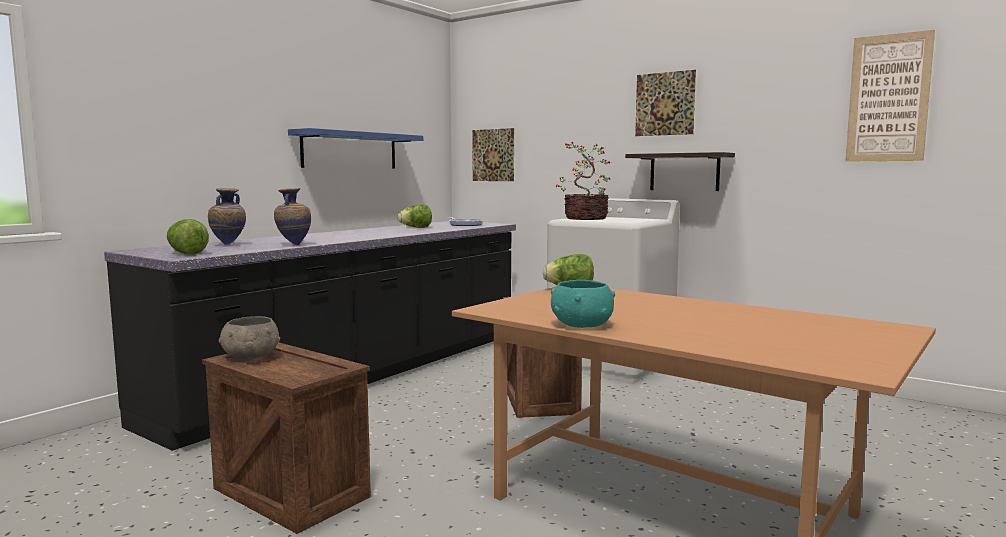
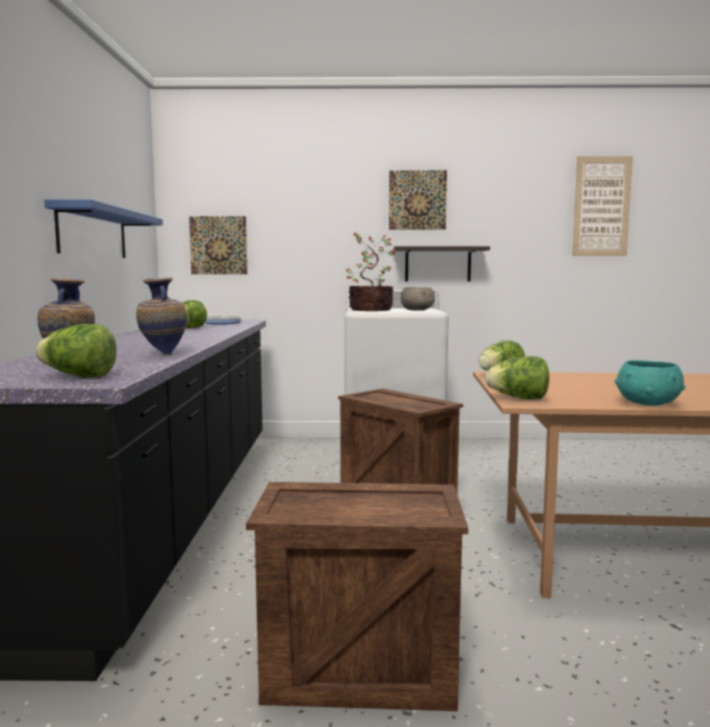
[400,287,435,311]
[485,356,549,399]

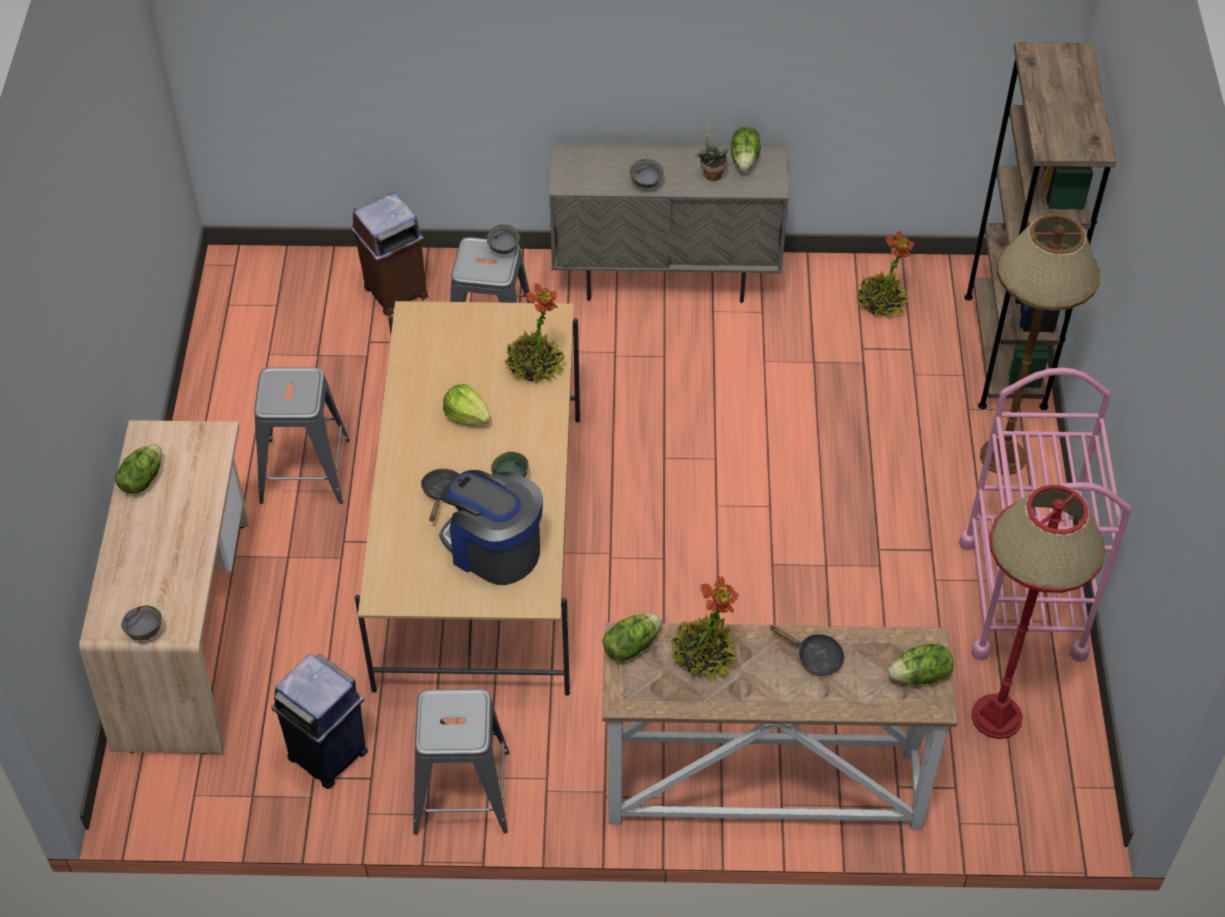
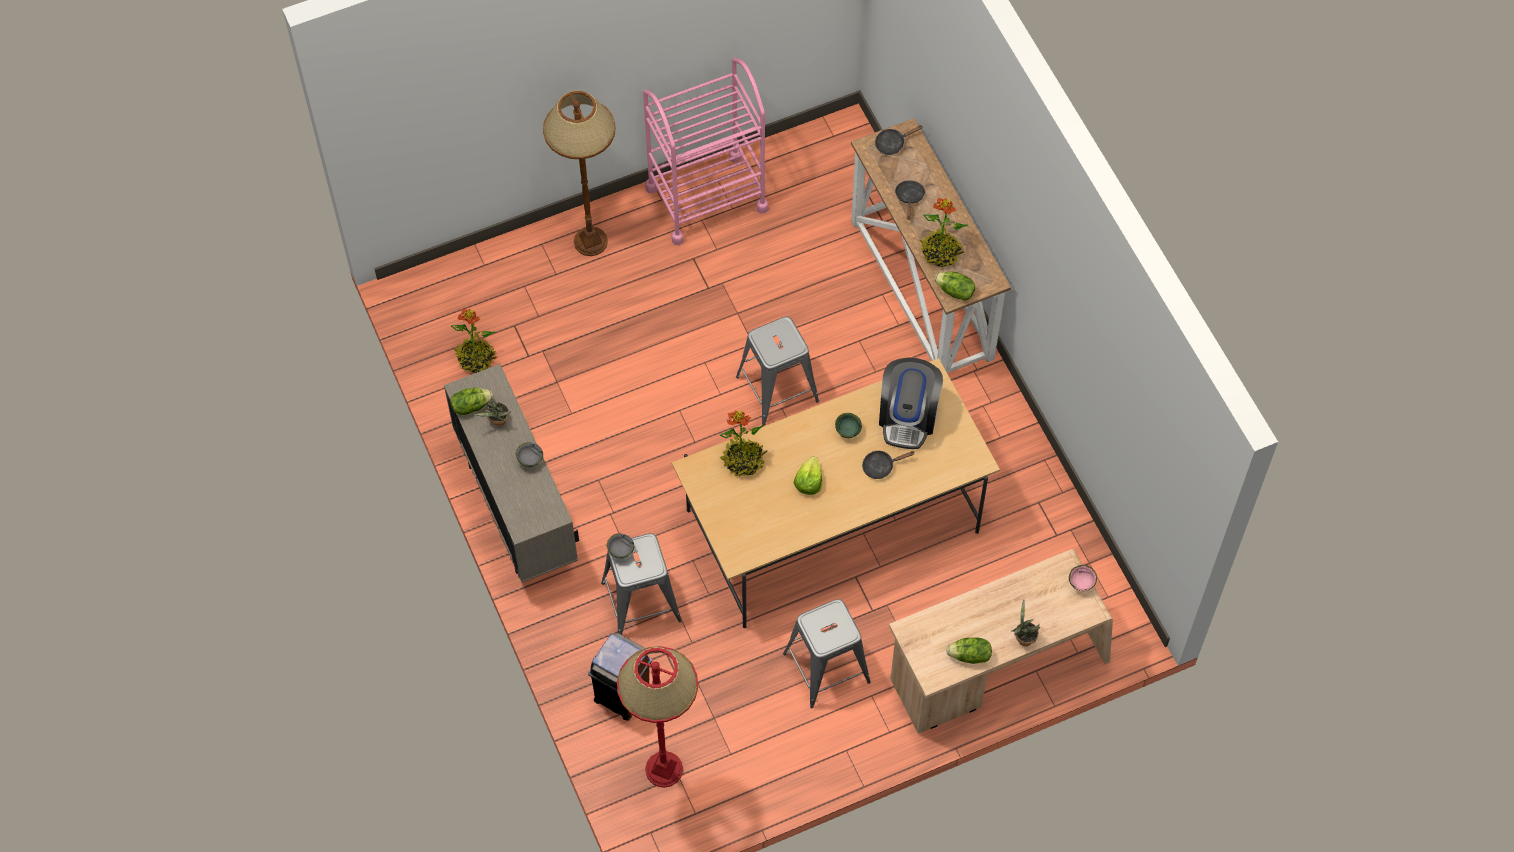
[1069,565,1097,591]
[271,654,368,789] (first image)
[736,316,819,425]
[875,125,923,155]
[964,42,1117,410] (first image)
[617,646,698,788]
[1011,599,1040,646]

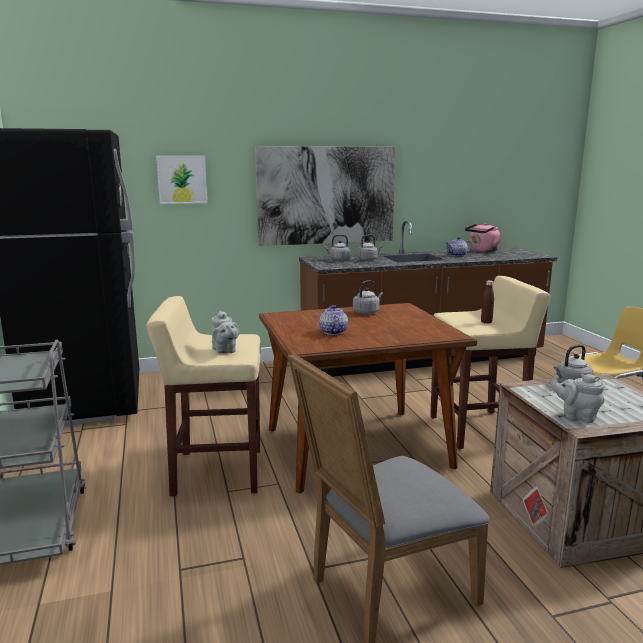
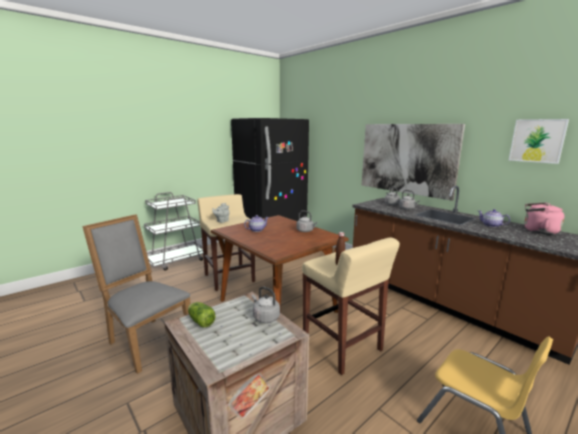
[509,119,569,164]
[188,302,216,327]

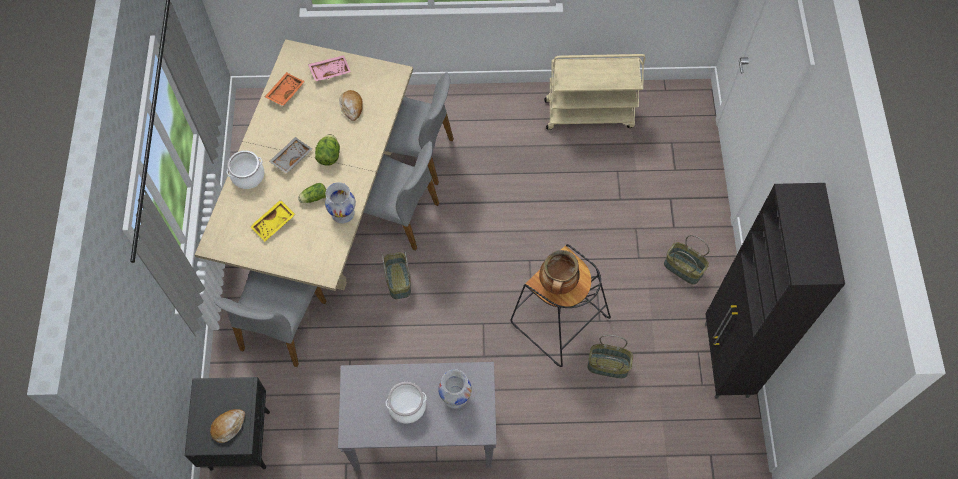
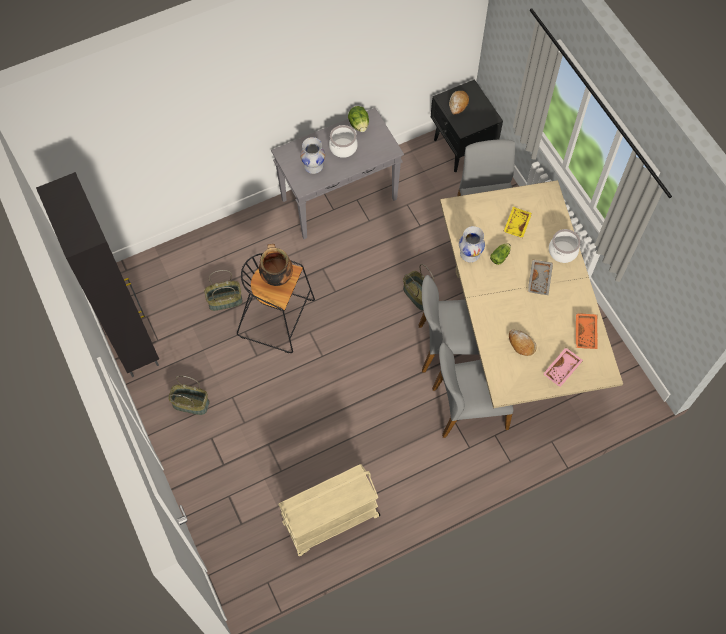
[348,106,369,132]

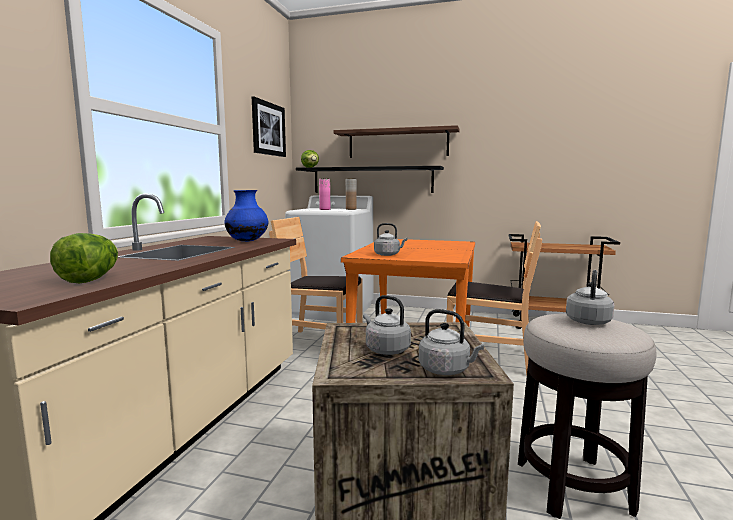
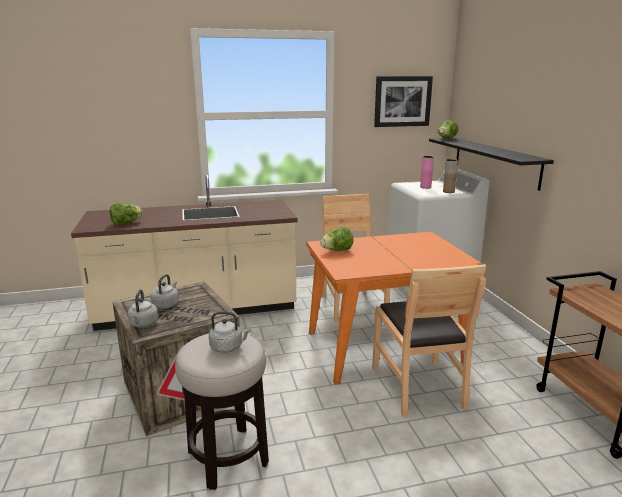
[224,190,268,242] (first image)
[334,125,460,158] (first image)
[320,227,353,251]

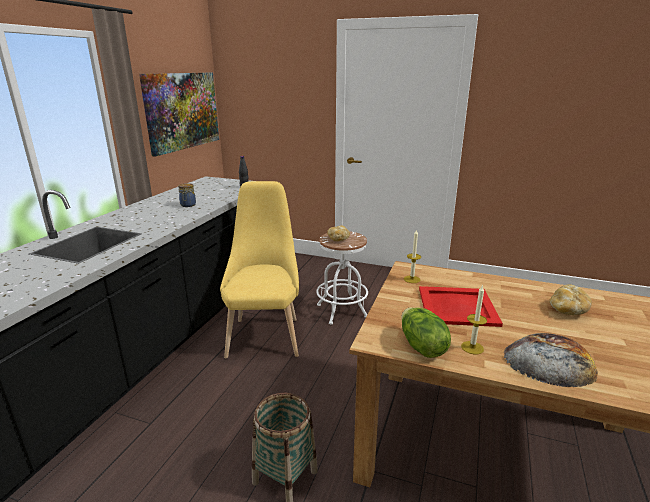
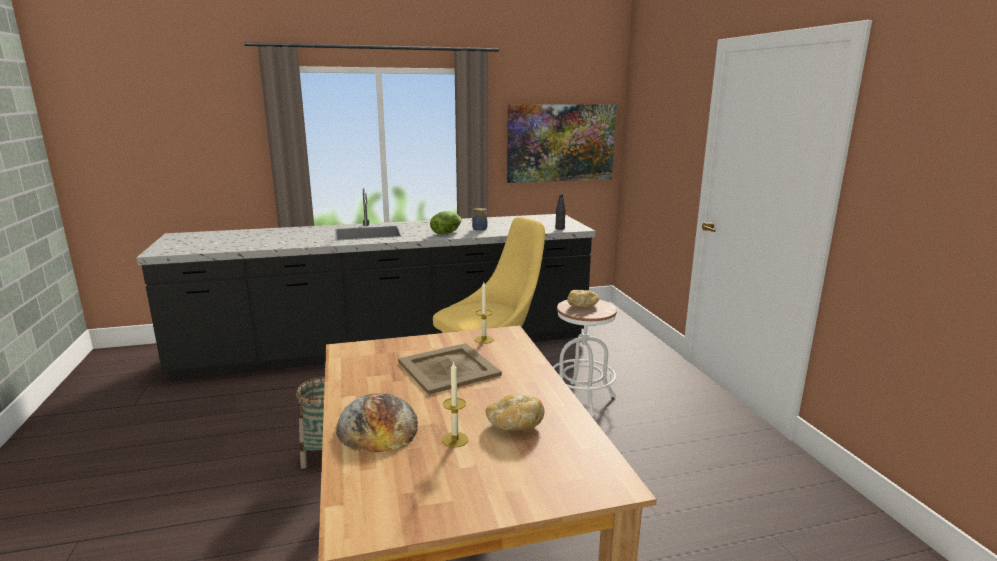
[430,211,461,234]
[398,343,502,395]
[442,361,469,448]

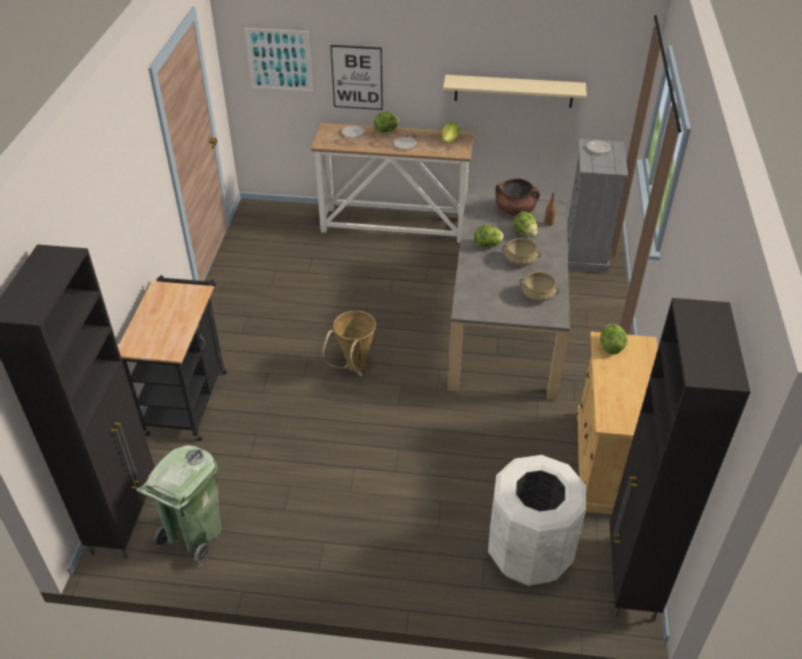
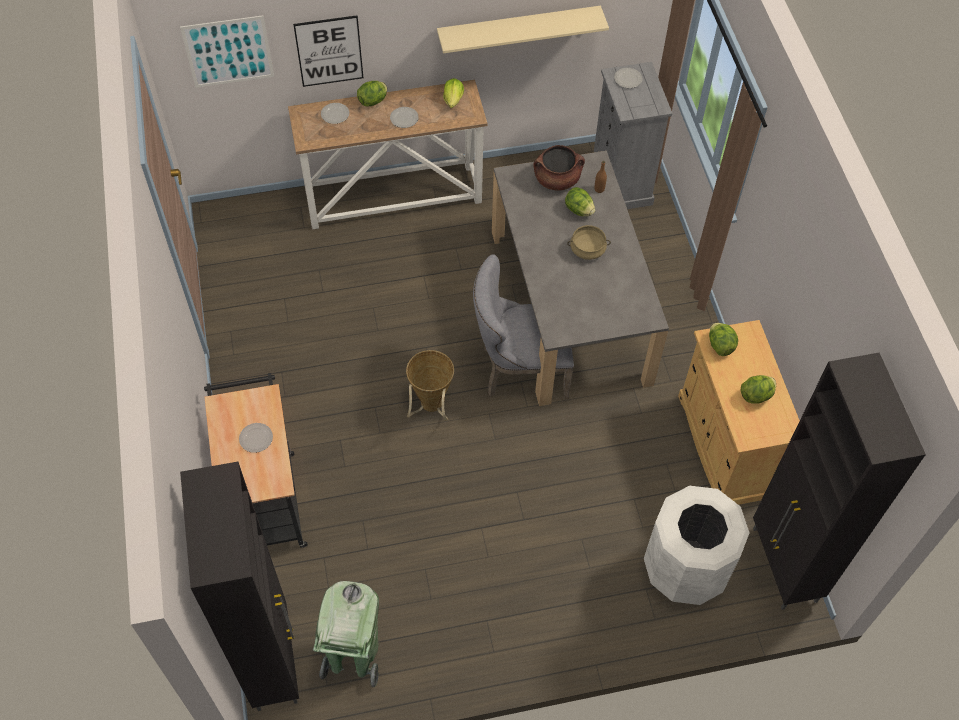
[741,375,776,404]
[519,272,559,301] (first image)
[239,423,273,453]
[473,254,574,399]

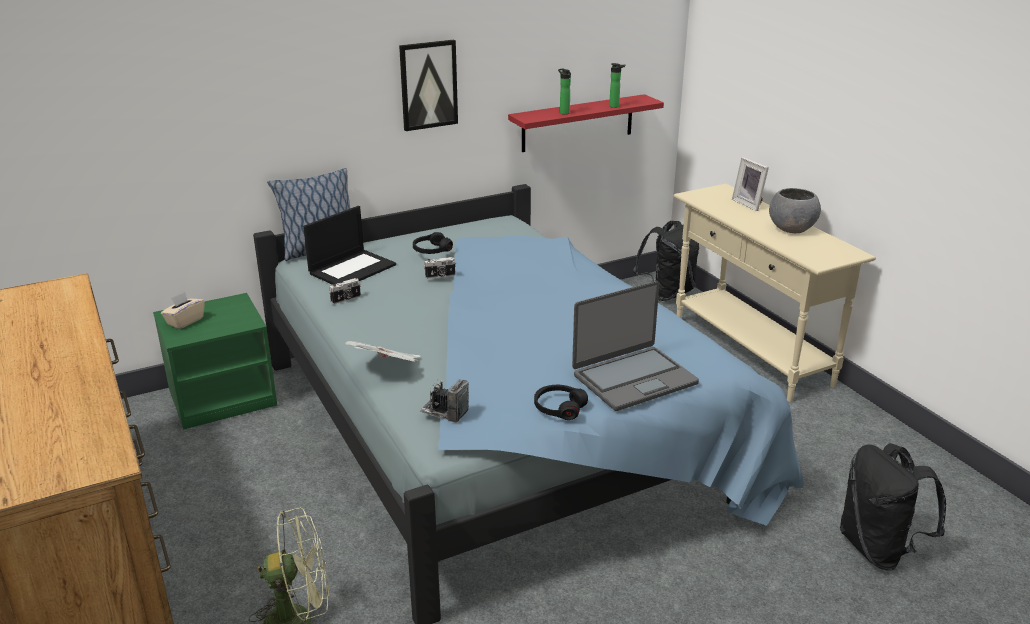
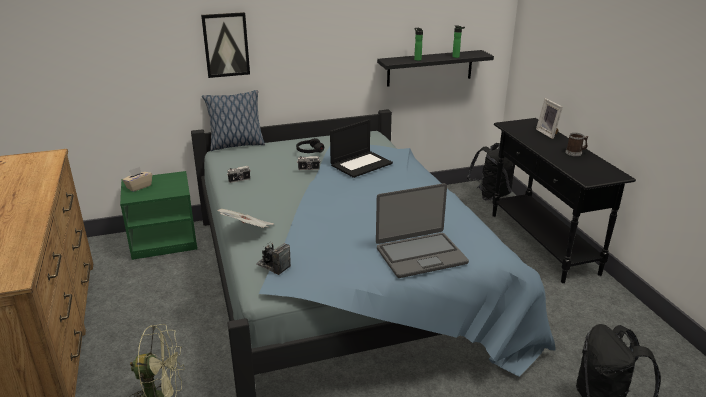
[330,119,393,178]
[201,12,250,78]
[377,50,494,87]
[534,385,588,420] (first image)
[492,118,636,283]
[565,133,588,156]

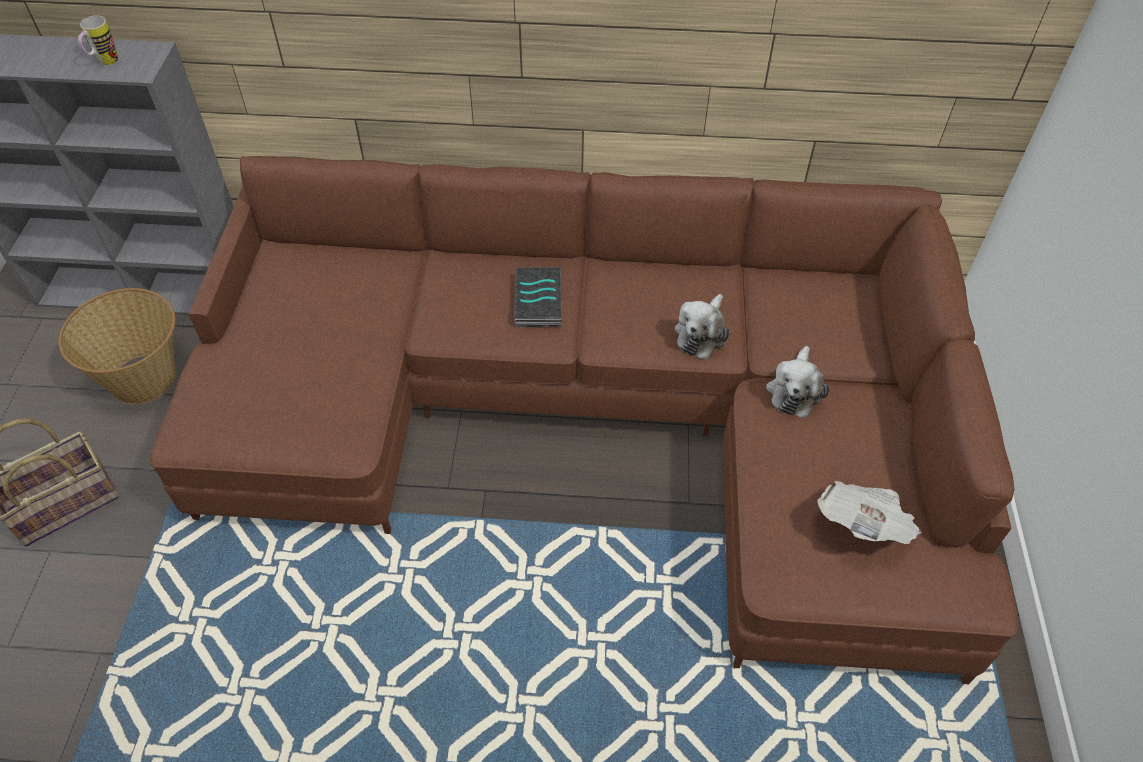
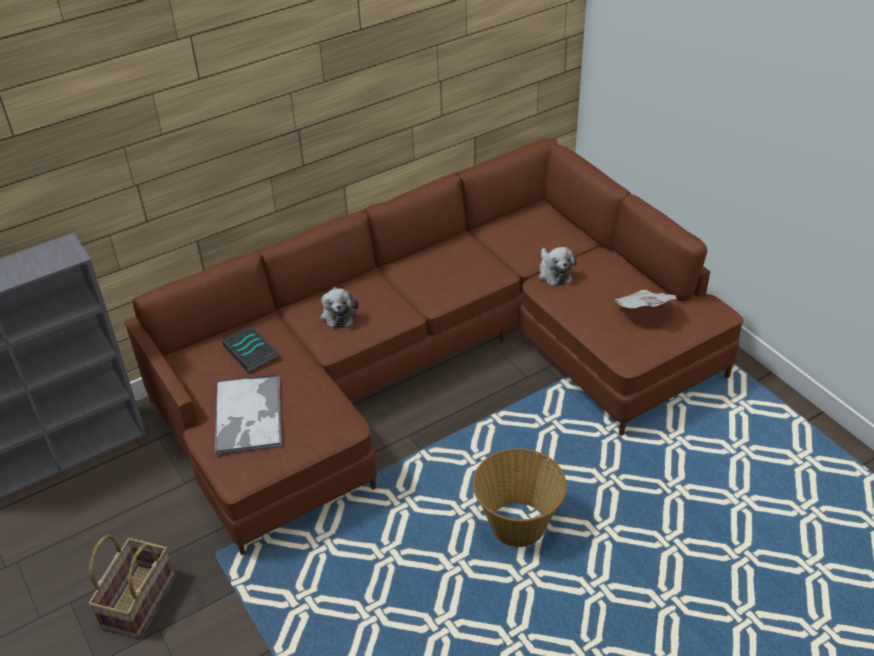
[473,448,567,547]
[78,16,118,65] (first image)
[222,325,278,373]
[320,287,359,329]
[215,374,282,454]

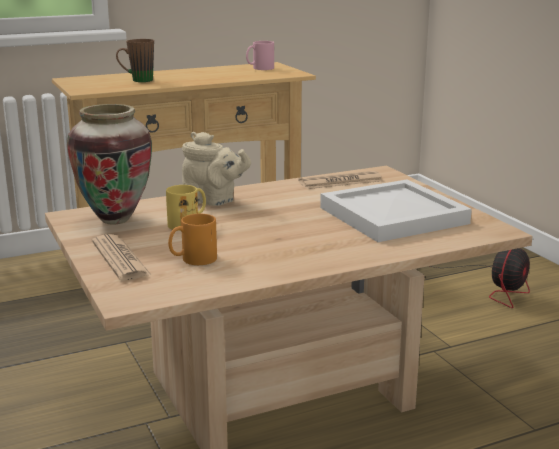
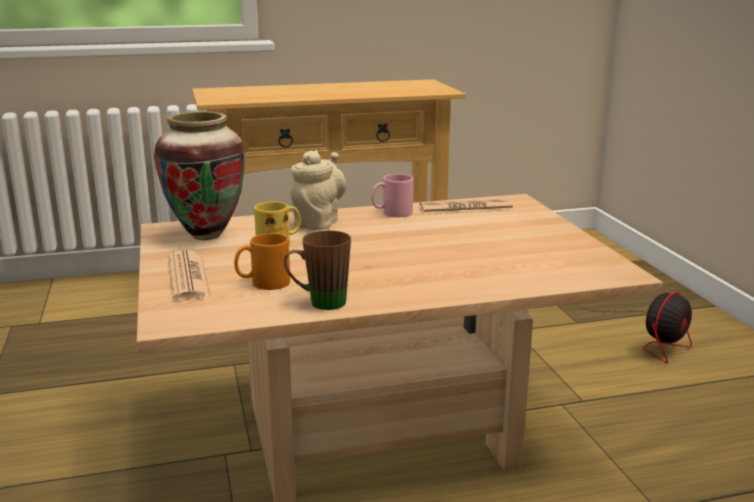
[284,230,351,310]
[290,150,346,230]
[371,174,413,217]
[320,180,472,242] (first image)

